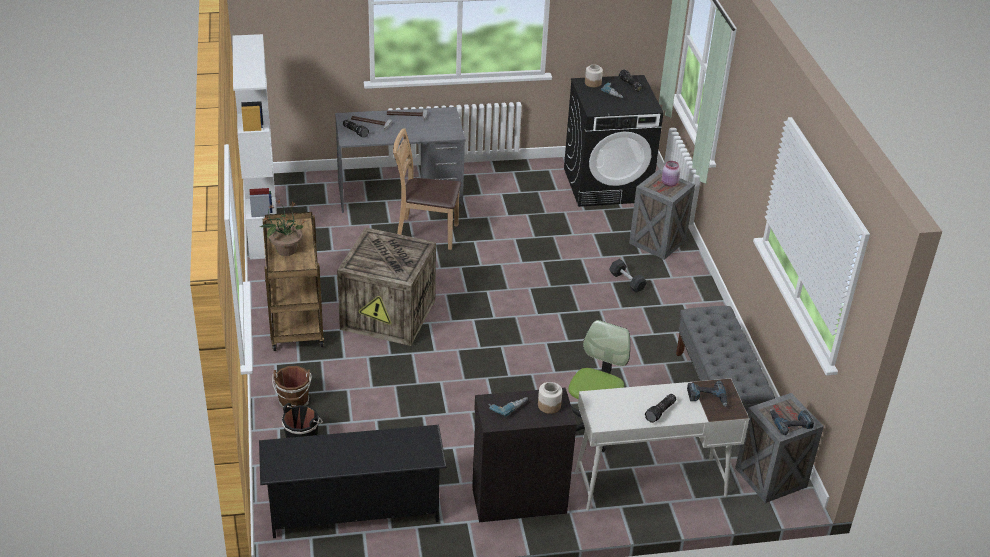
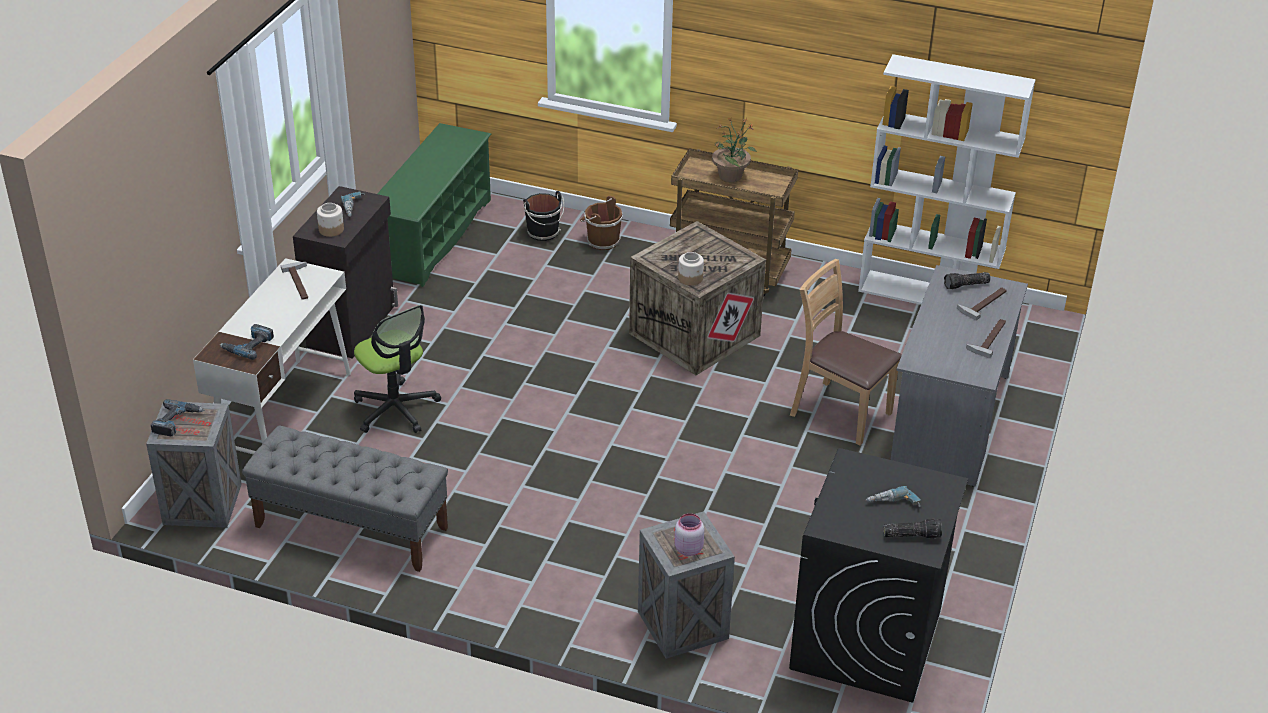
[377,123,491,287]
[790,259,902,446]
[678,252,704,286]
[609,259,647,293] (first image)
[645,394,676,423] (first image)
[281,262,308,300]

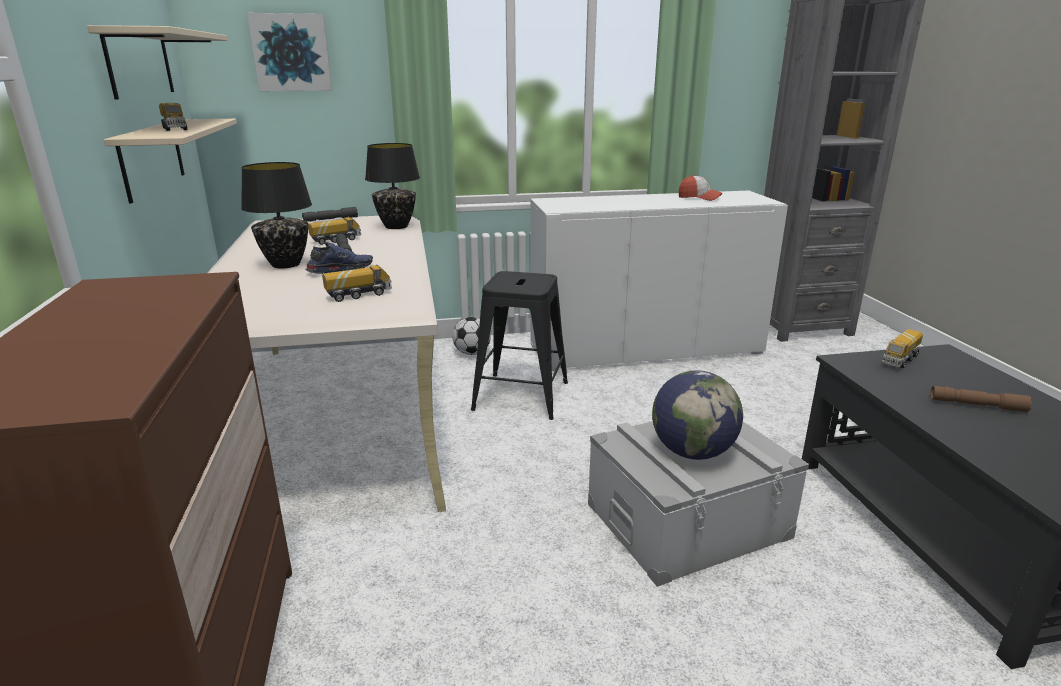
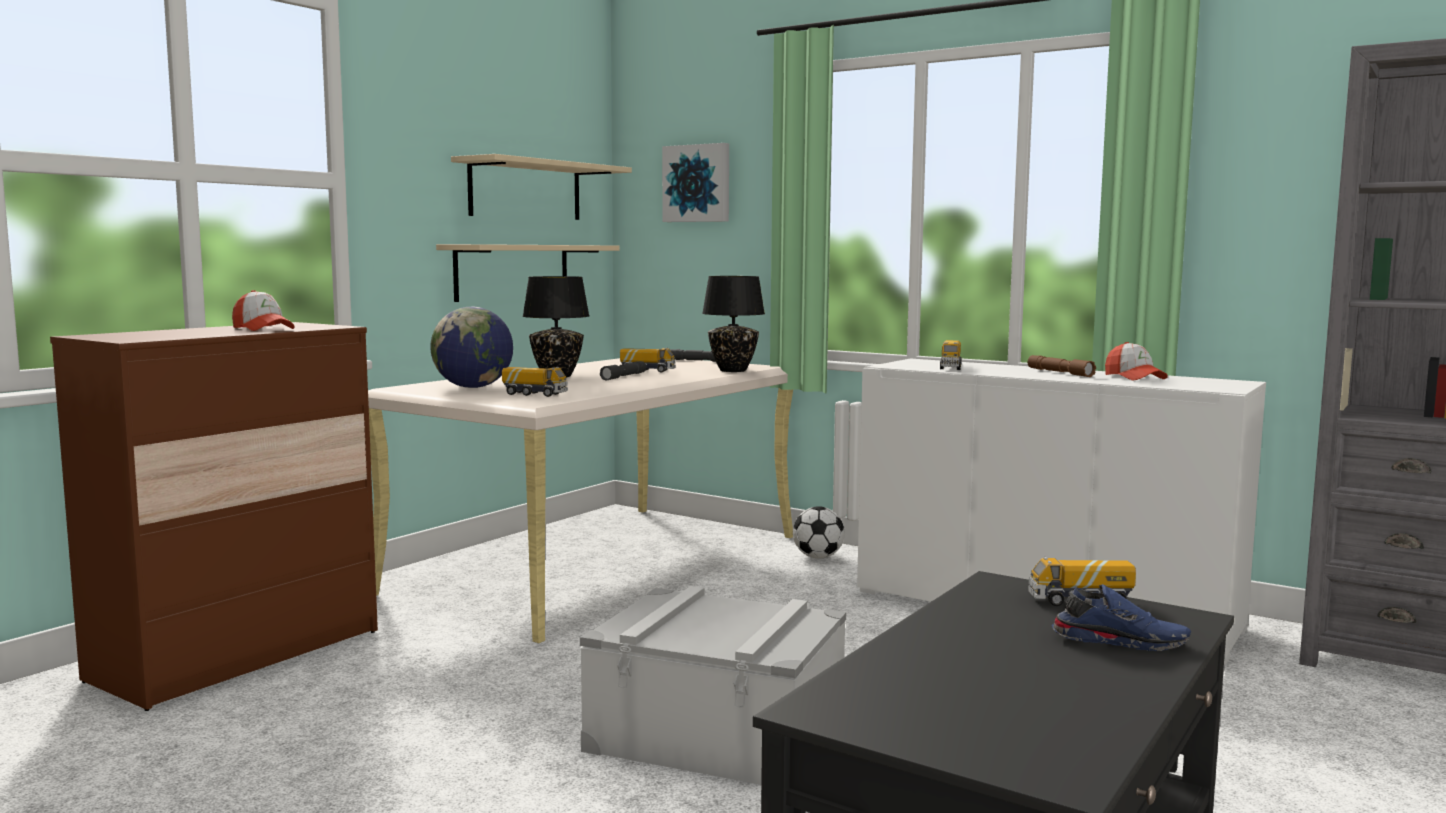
[940,340,962,370]
[1052,584,1191,651]
[471,271,568,420] (first image)
[430,307,513,388]
[1028,355,1096,377]
[232,290,295,331]

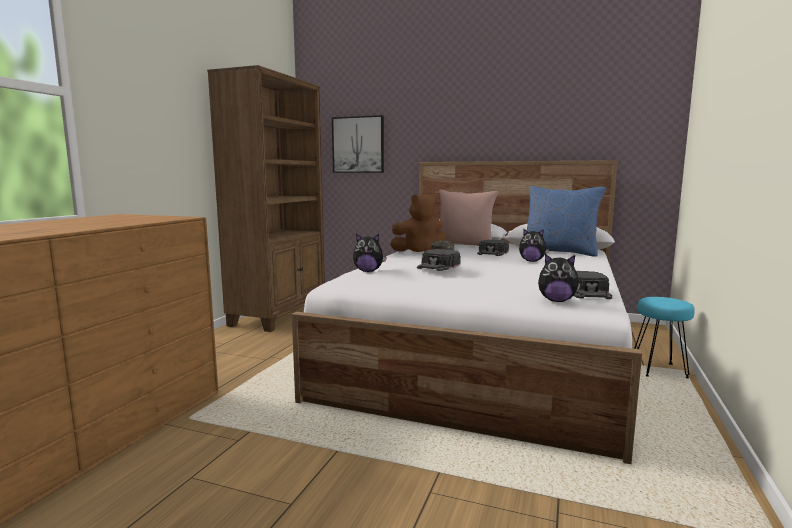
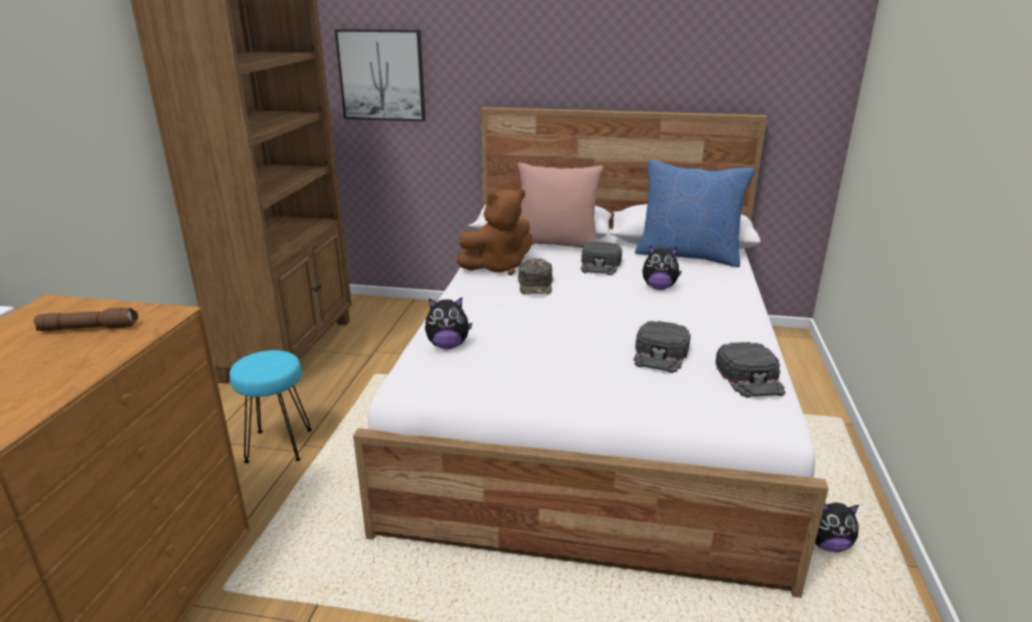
[634,321,691,373]
[815,502,859,552]
[229,350,312,463]
[33,308,138,331]

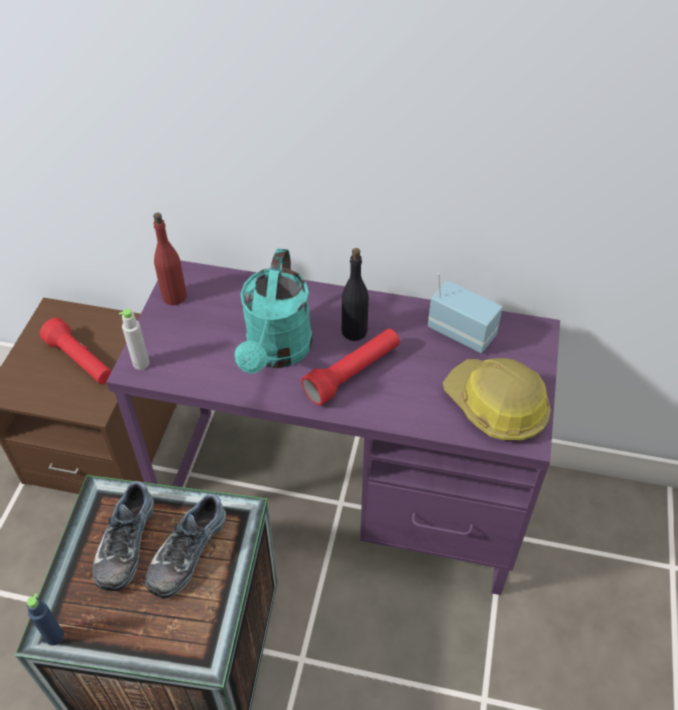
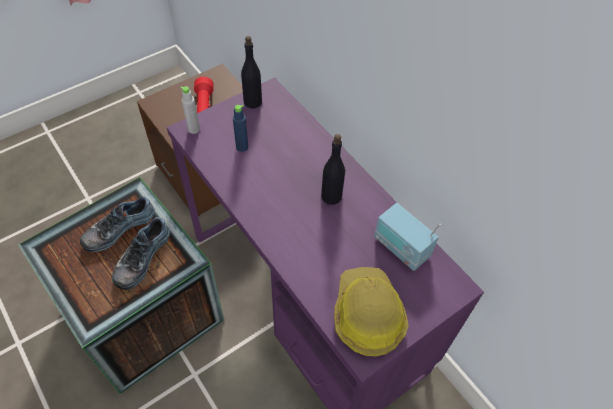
[233,105,248,152]
[112,217,170,290]
[241,36,262,109]
[234,248,313,374] (first image)
[301,328,400,406] (first image)
[374,203,441,271]

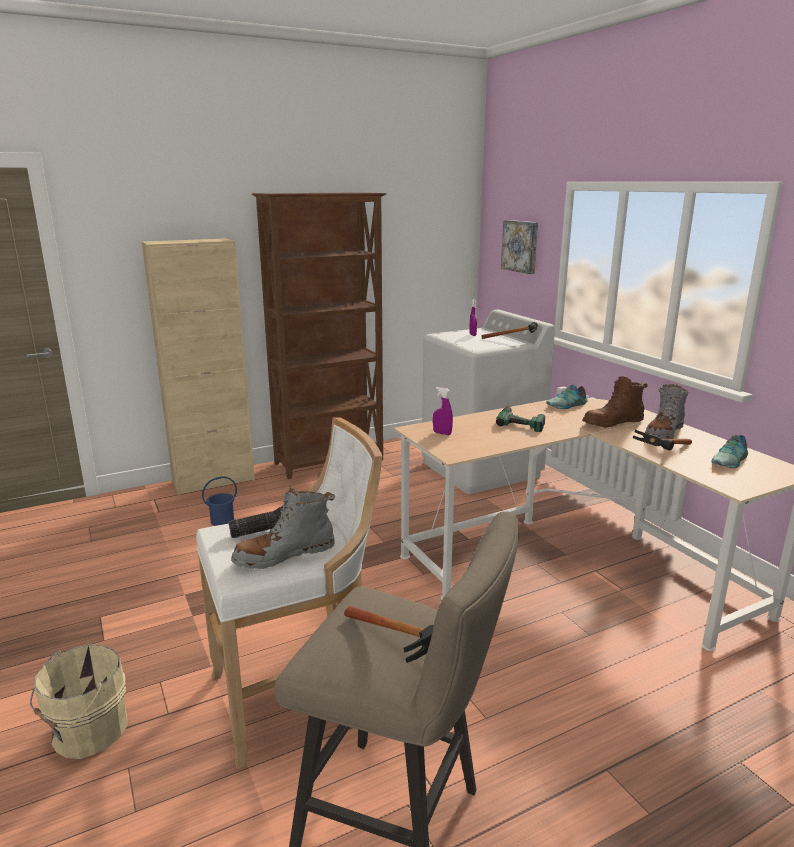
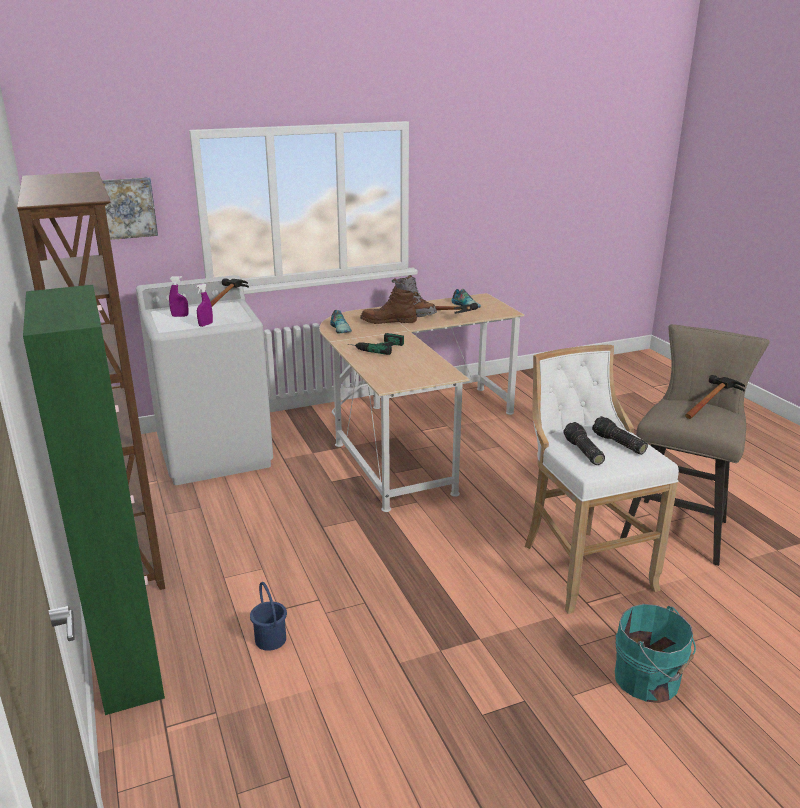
[615,604,696,703]
[23,285,165,715]
[592,416,648,455]
[196,283,213,327]
[360,285,419,324]

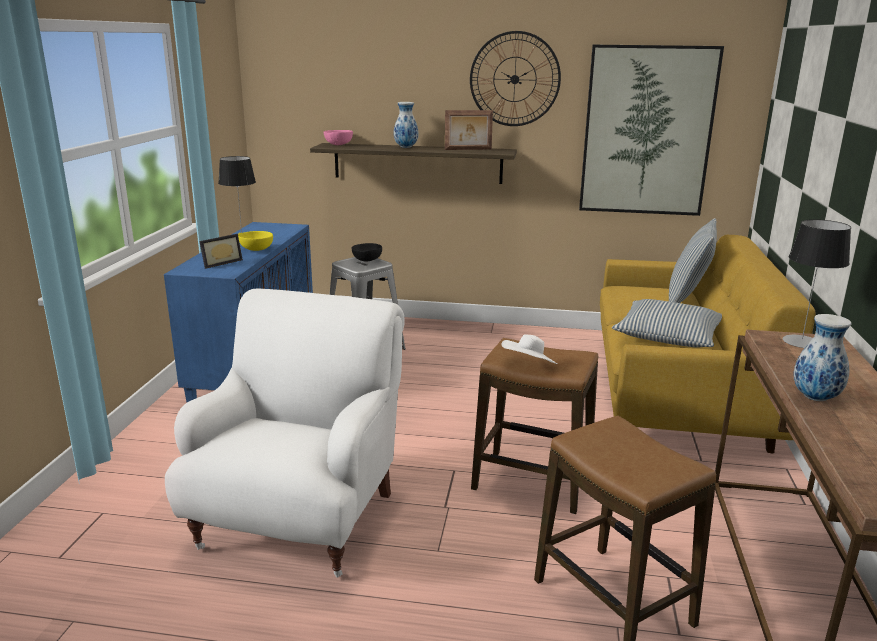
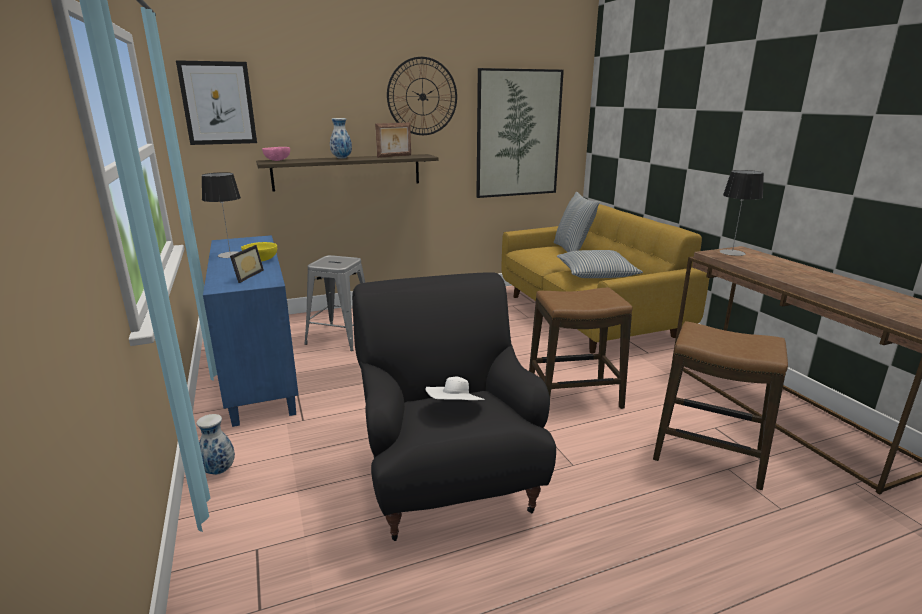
[352,272,556,541]
[352,243,382,262] (first image)
[426,377,485,400]
[196,414,235,475]
[176,60,257,145]

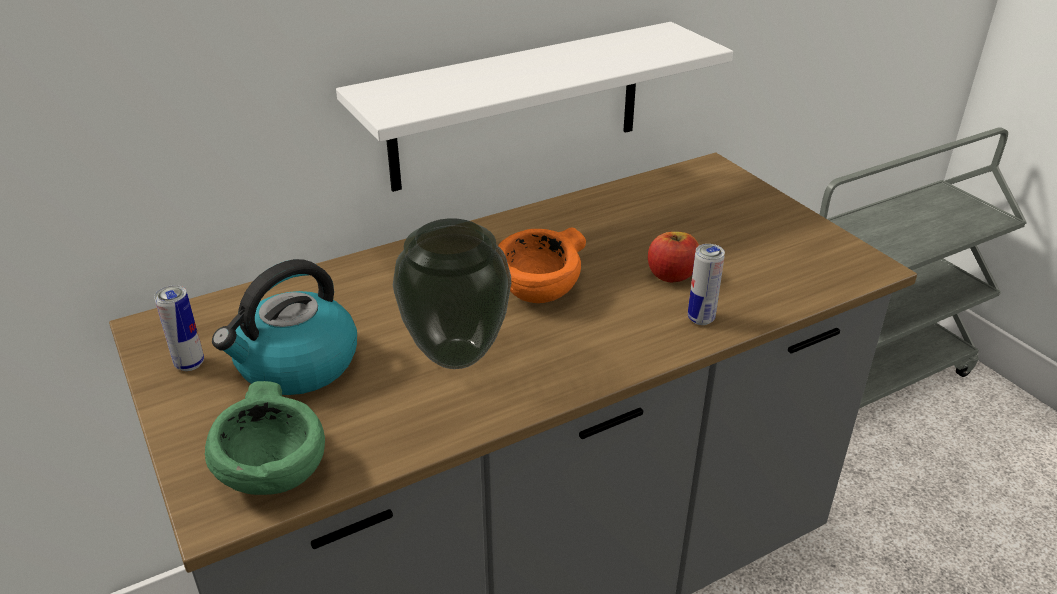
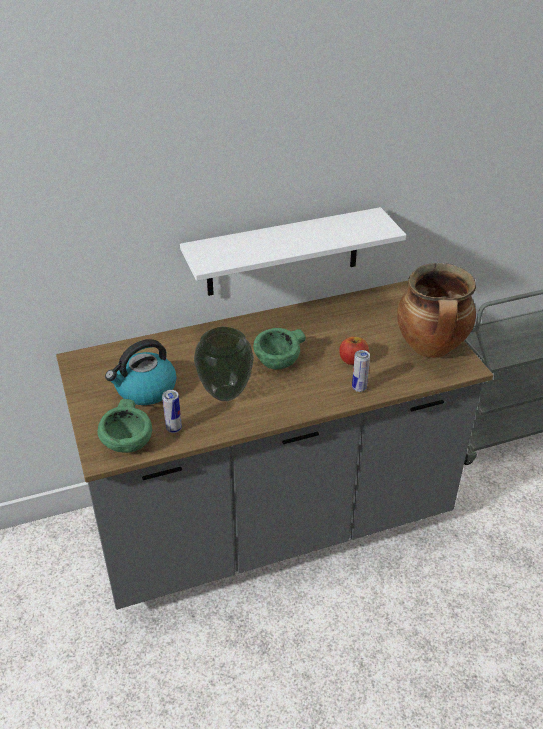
[162,390,182,433]
[253,328,306,370]
[397,263,476,358]

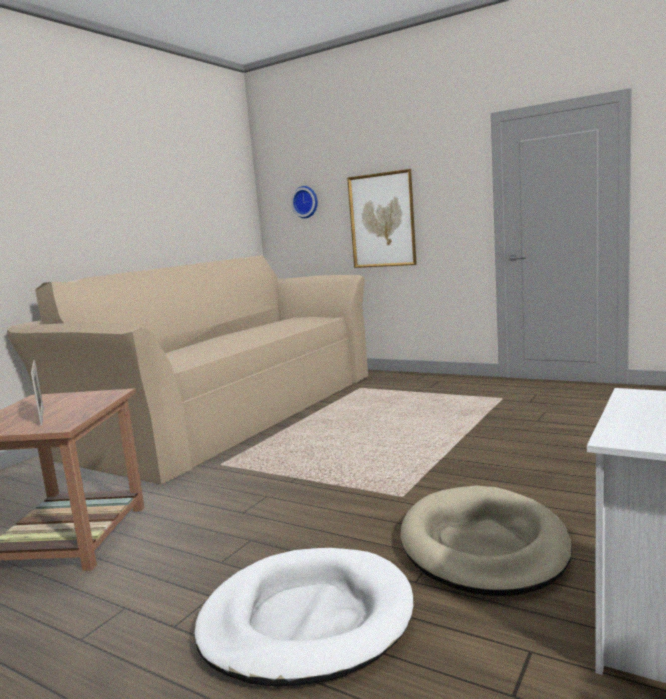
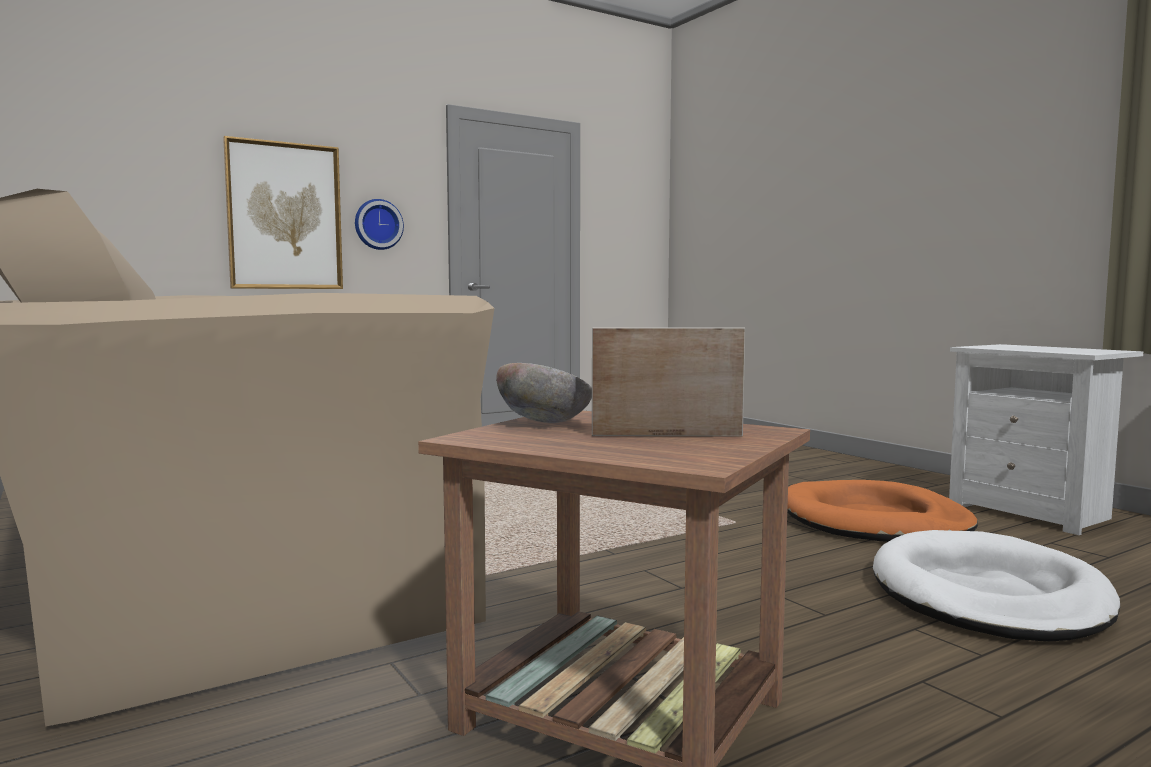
[355,199,404,250]
[787,480,978,542]
[496,363,592,423]

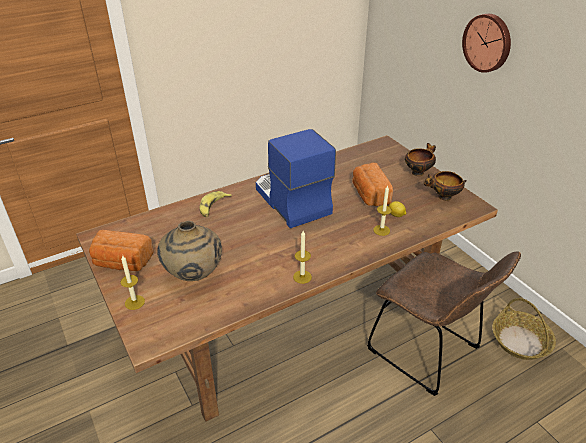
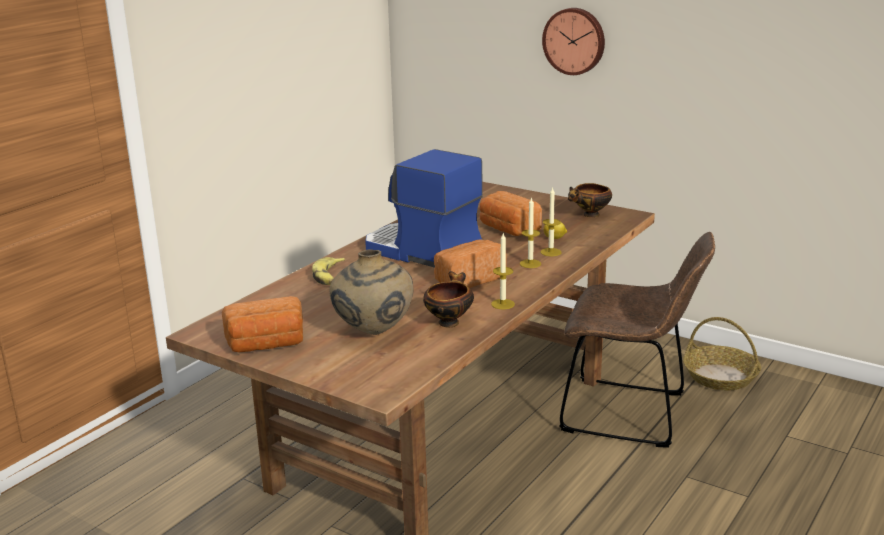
[520,197,541,268]
[423,271,474,327]
[434,239,507,288]

